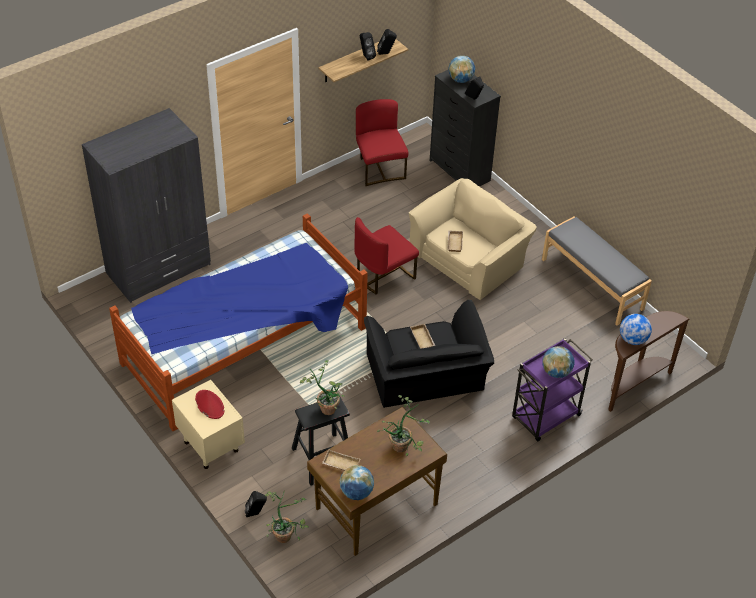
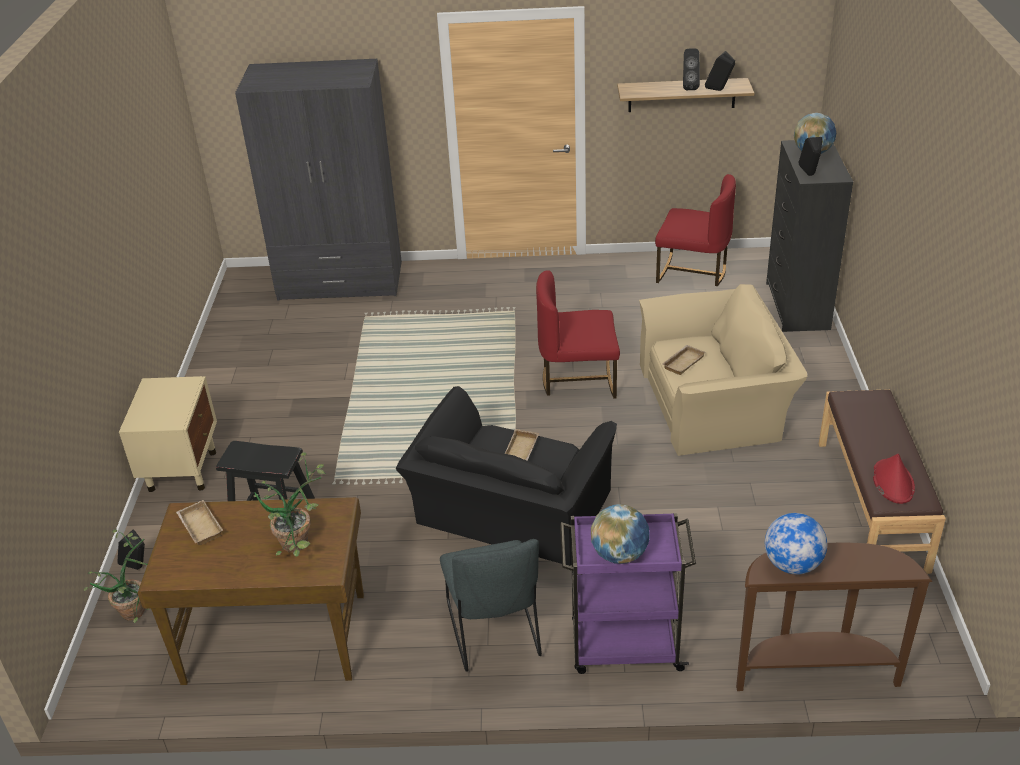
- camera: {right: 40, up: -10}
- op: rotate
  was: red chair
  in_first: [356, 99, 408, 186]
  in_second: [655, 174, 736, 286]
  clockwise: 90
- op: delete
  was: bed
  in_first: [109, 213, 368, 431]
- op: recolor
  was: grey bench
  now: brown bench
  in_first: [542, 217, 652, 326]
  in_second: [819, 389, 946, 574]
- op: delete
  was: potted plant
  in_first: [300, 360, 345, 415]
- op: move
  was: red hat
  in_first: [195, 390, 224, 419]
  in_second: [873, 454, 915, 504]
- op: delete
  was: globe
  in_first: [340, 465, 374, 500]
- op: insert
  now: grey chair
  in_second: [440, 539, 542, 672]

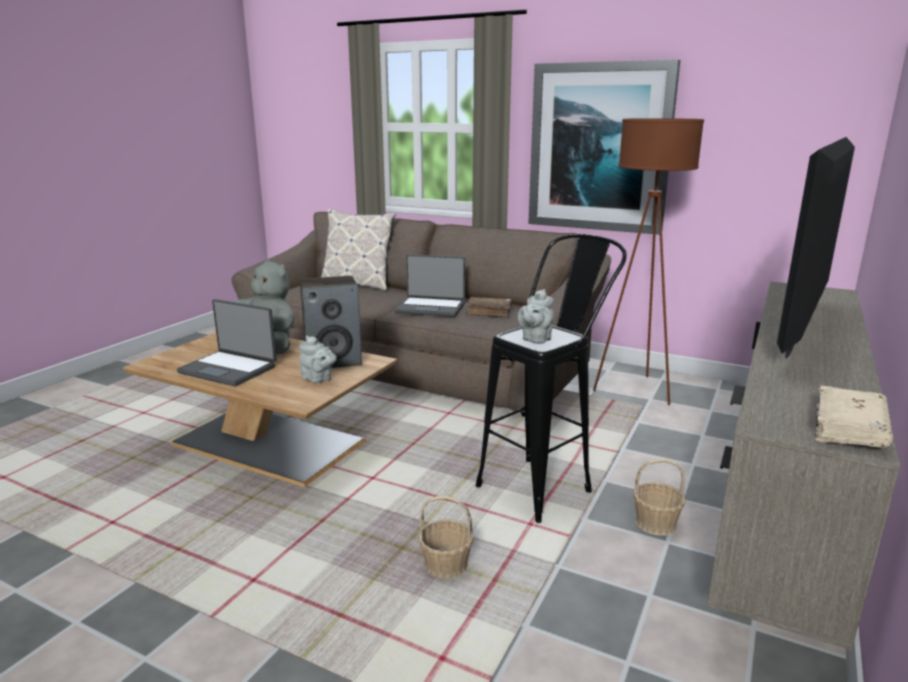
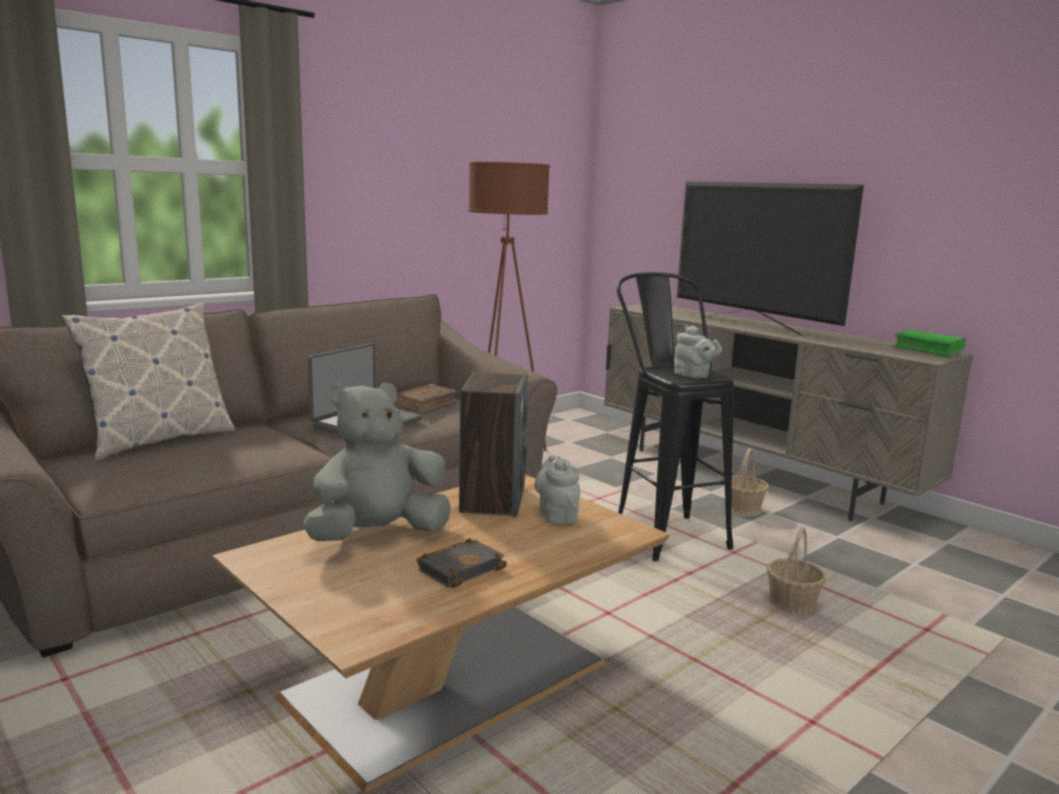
- camera: {right: -70, up: -5}
- op: delete
  was: picture
  in_first: [528, 59, 680, 235]
- op: replace
  was: laptop
  now: black book
  in_first: [177, 299, 277, 386]
  in_second: [417, 538, 507, 588]
- op: rotate
  was: grey teapot
  in_first: [299, 336, 337, 383]
  in_second: [534, 455, 580, 524]
  clockwise: -75
- op: recolor
  was: beige book
  now: green book
  in_first: [815, 386, 893, 447]
  in_second: [892, 330, 966, 357]

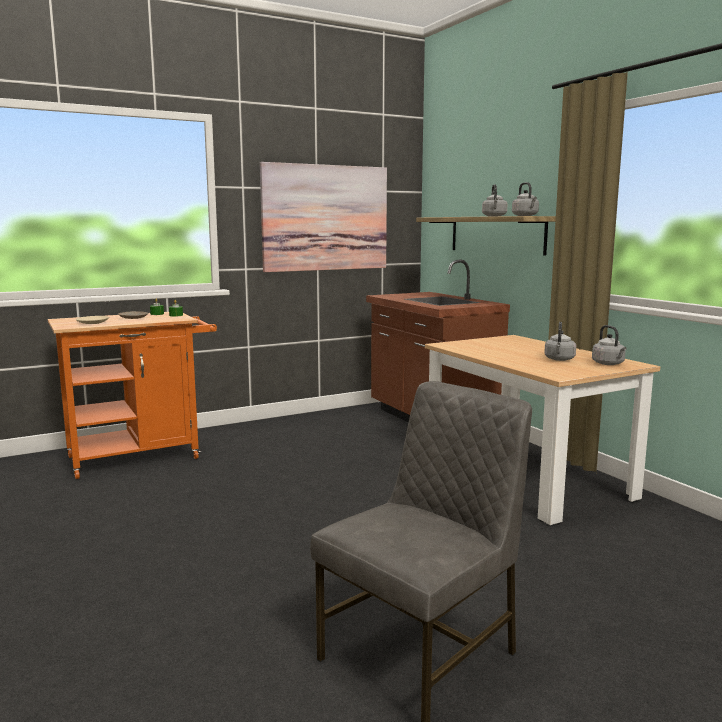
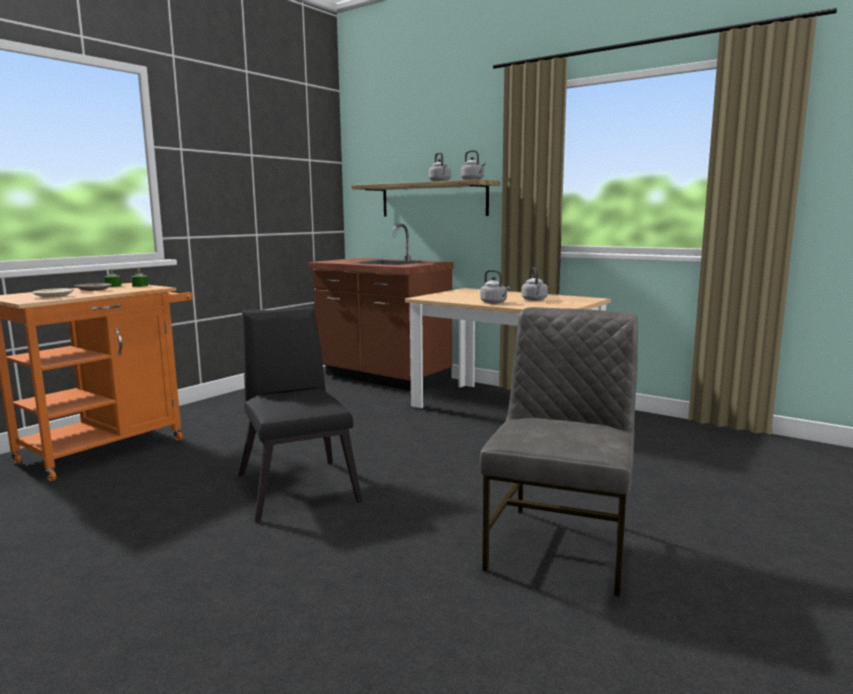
- camera: {right: -25, up: 0}
- op: delete
  was: picture
  in_first: [260, 162, 387, 272]
- op: move
  was: grey kettle
  in_first: [592, 325, 627, 365]
  in_second: [480, 270, 510, 304]
- op: insert
  now: black chair
  in_second: [239, 306, 363, 523]

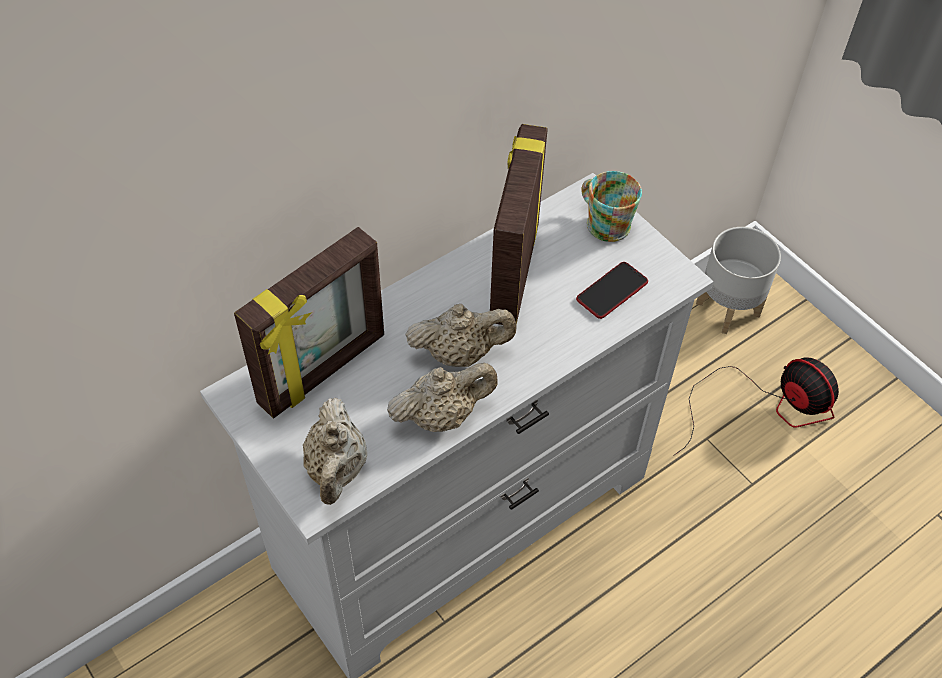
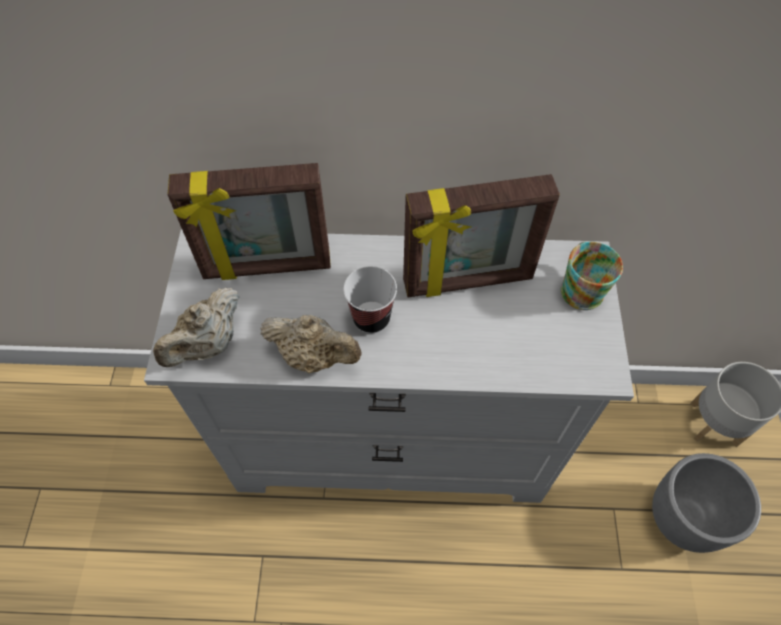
- camera: {right: 40, up: 5}
- op: rotate
  was: picture frame
  in_first: [490, 124, 548, 325]
  in_second: [403, 174, 560, 297]
  clockwise: -150
- op: delete
  was: phone
  in_first: [576, 262, 648, 319]
- op: replace
  was: beige teapot
  now: cup
  in_first: [405, 304, 517, 367]
  in_second: [343, 266, 397, 333]
- op: replace
  was: fan
  now: grey planter
  in_first: [673, 358, 839, 456]
  in_second: [652, 453, 761, 553]

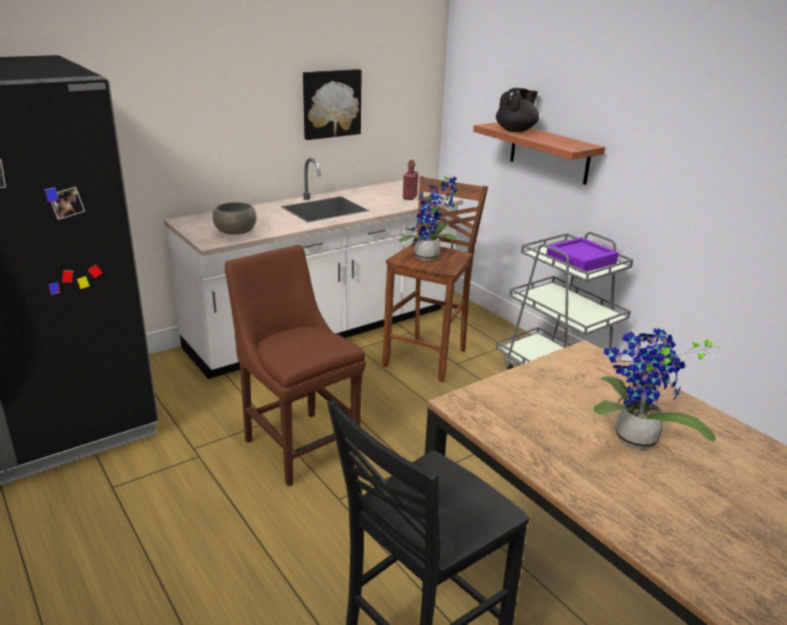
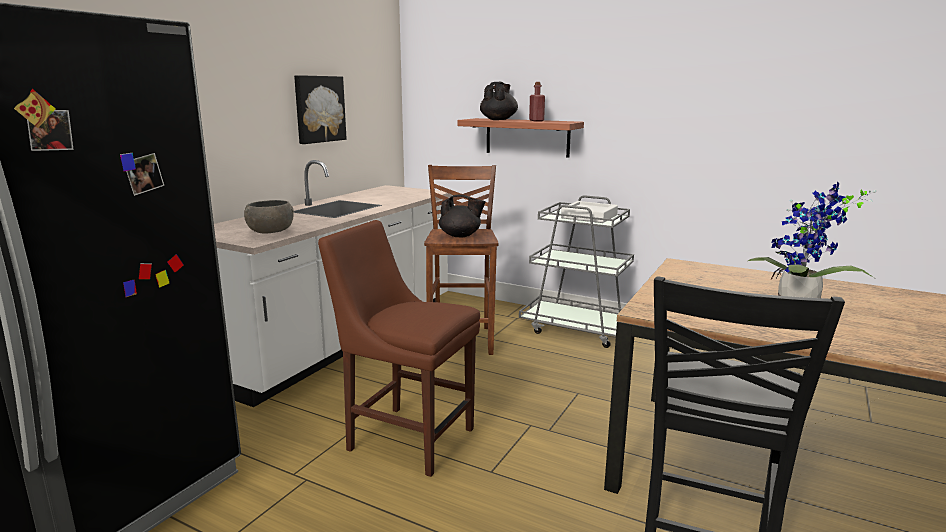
- camera: {right: -25, up: -10}
- op: move
  was: red bottle
  in_first: [403, 160, 418, 200]
  in_second: [529, 82, 545, 121]
- op: replace
  was: potted plant
  now: black teapot
  in_first: [399, 174, 458, 261]
  in_second: [439, 194, 486, 237]
- op: recolor
  was: purple tray
  now: white tray
  in_first: [546, 237, 619, 273]
  in_second: [561, 201, 618, 223]

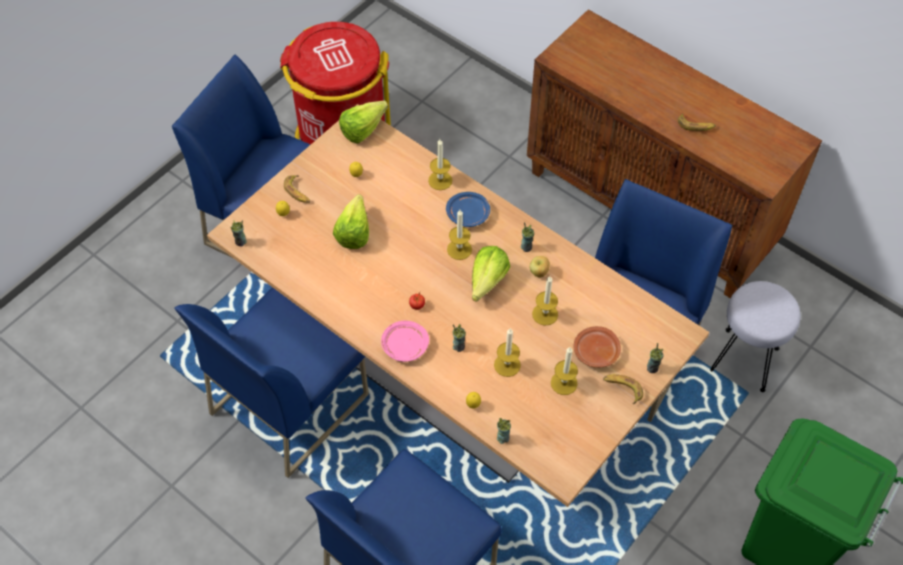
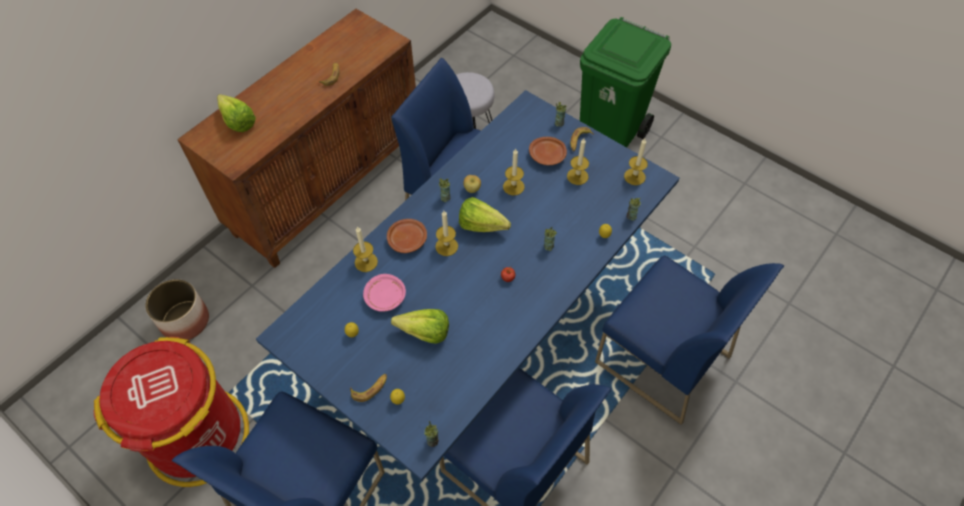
- camera: {right: -90, up: 0}
- op: move
  was: lettuce
  in_first: [339, 101, 388, 143]
  in_second: [217, 94, 256, 132]
- op: recolor
  was: beige dining table
  now: blue dining table
  in_first: [207, 104, 709, 507]
  in_second: [256, 90, 679, 481]
- op: recolor
  was: blue plate
  now: brown plate
  in_first: [446, 192, 490, 227]
  in_second: [387, 219, 427, 253]
- op: move
  was: pink plate
  in_first: [381, 321, 429, 362]
  in_second: [363, 274, 406, 312]
- op: move
  was: candle
  in_first: [494, 328, 521, 377]
  in_second: [624, 138, 648, 185]
- op: insert
  now: planter
  in_second: [145, 279, 209, 340]

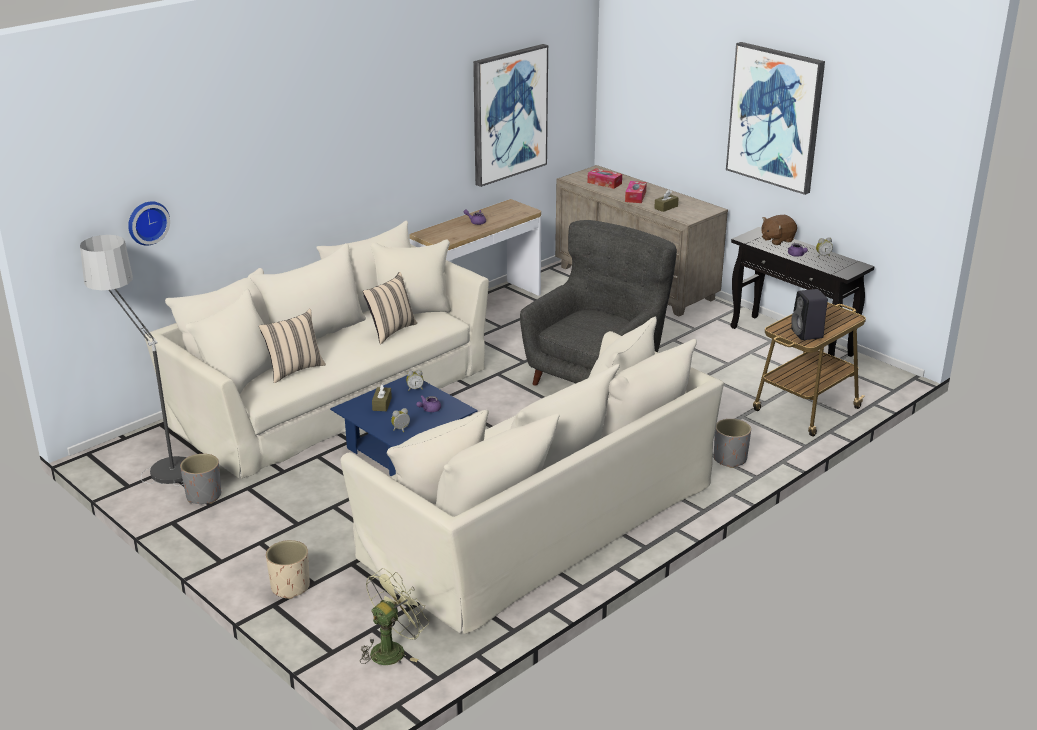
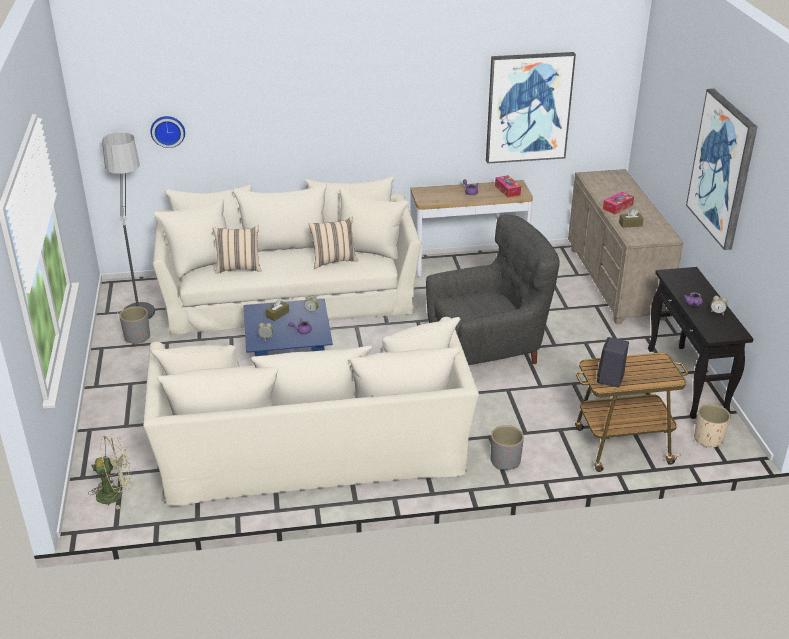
- camera: {right: 35, up: 5}
- op: move
  was: tissue box
  in_first: [587, 168, 622, 189]
  in_second: [495, 175, 521, 198]
- op: delete
  was: brown plush toy
  in_first: [762, 215, 797, 245]
- op: move
  was: beige planter
  in_first: [266, 540, 310, 599]
  in_second: [694, 404, 731, 448]

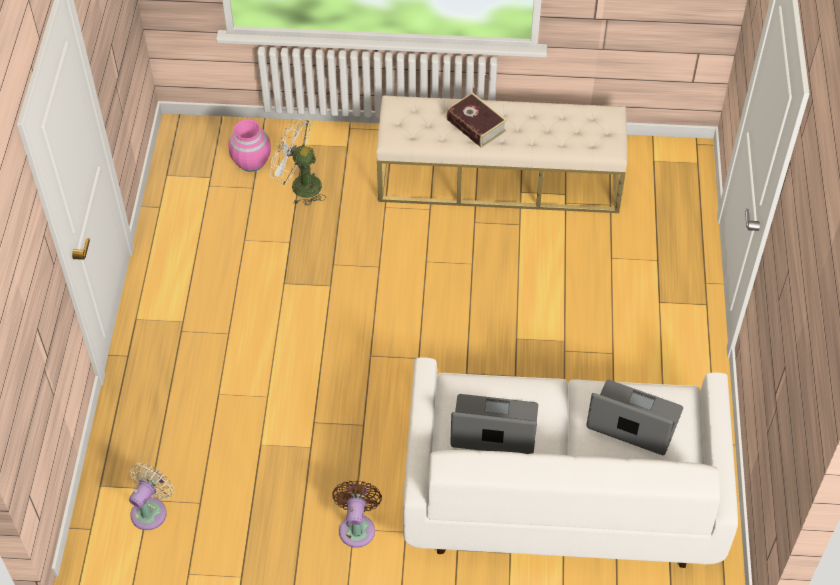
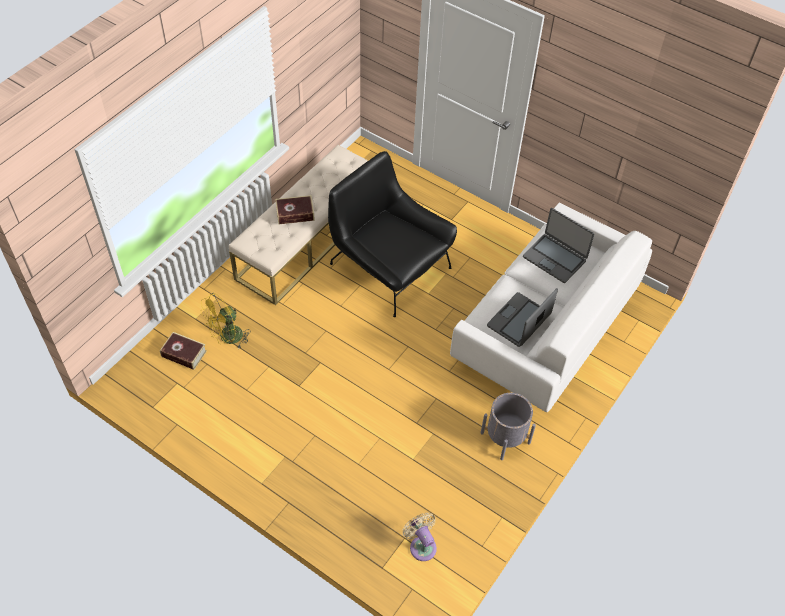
- camera: {right: -60, up: 0}
- op: recolor
  was: white fan
  now: yellow fan
  in_first: [270, 118, 326, 206]
  in_second: [201, 293, 250, 348]
- op: replace
  was: pink vase
  now: book
  in_first: [228, 119, 271, 172]
  in_second: [160, 332, 207, 370]
- op: rotate
  was: laptop
  in_first: [586, 380, 683, 455]
  in_second: [523, 208, 595, 283]
  clockwise: -105
- op: replace
  was: brown fan
  now: grey planter
  in_first: [332, 480, 382, 548]
  in_second: [481, 393, 536, 460]
- op: insert
  now: black armchair
  in_second: [328, 151, 457, 317]

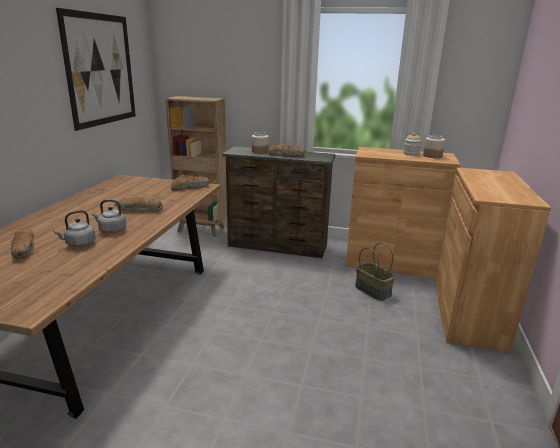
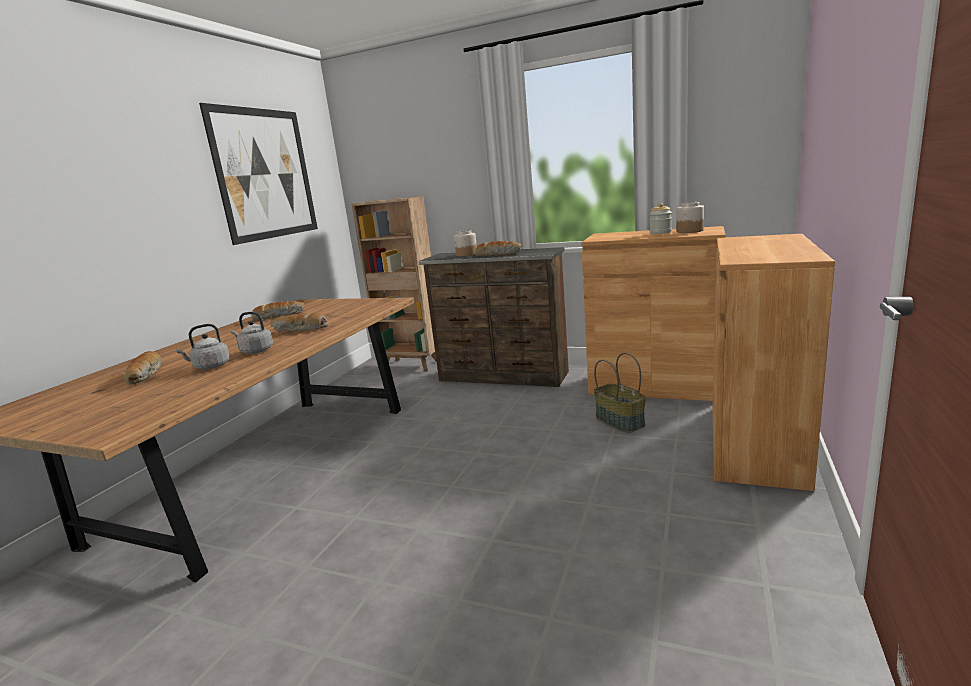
- camera: {right: 10, up: -5}
- op: move
  was: bread
  in_first: [171, 176, 209, 191]
  in_second: [251, 301, 304, 321]

